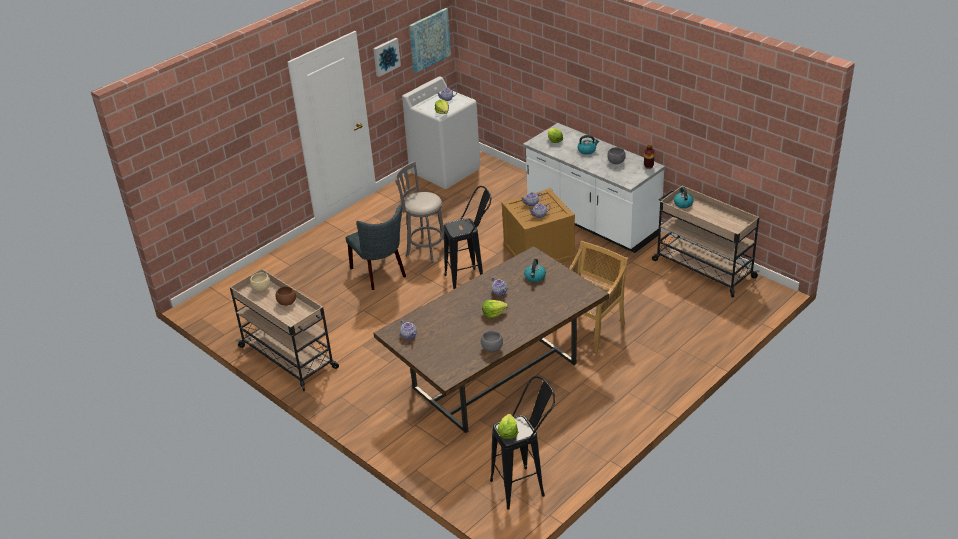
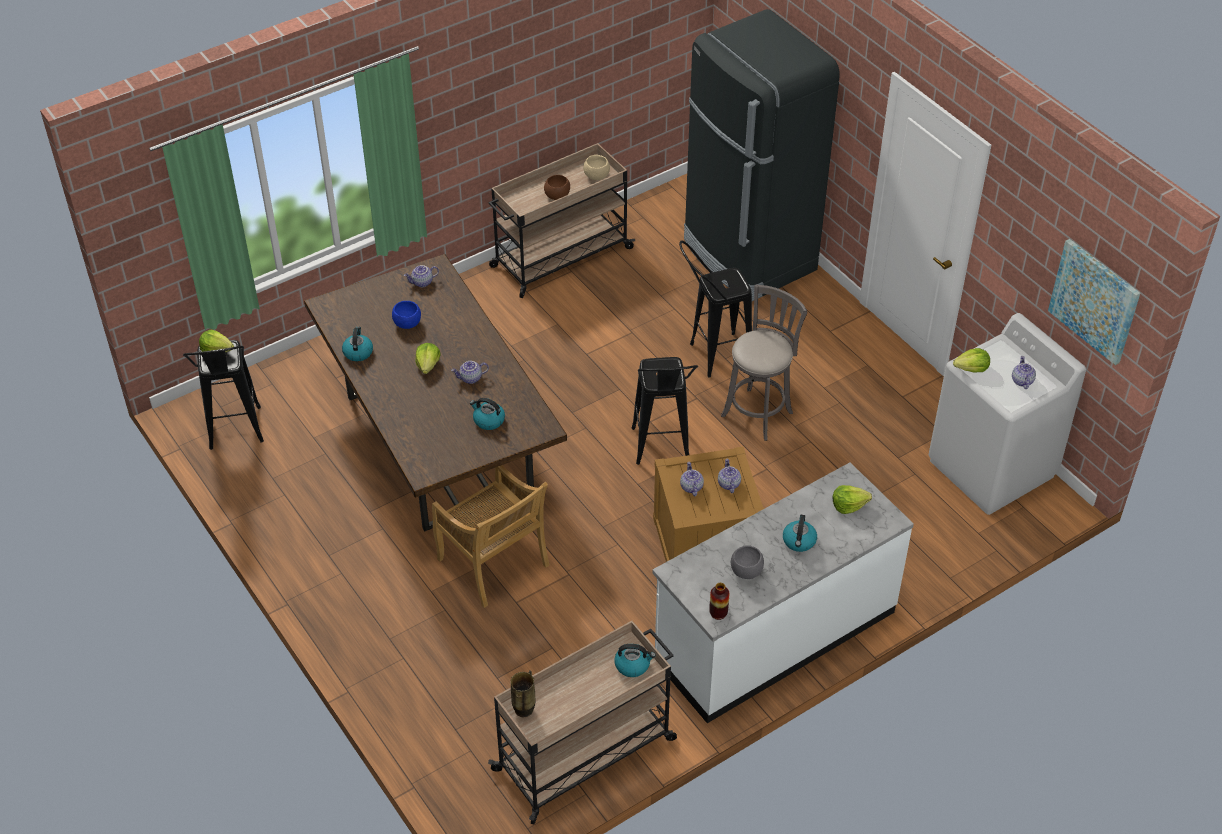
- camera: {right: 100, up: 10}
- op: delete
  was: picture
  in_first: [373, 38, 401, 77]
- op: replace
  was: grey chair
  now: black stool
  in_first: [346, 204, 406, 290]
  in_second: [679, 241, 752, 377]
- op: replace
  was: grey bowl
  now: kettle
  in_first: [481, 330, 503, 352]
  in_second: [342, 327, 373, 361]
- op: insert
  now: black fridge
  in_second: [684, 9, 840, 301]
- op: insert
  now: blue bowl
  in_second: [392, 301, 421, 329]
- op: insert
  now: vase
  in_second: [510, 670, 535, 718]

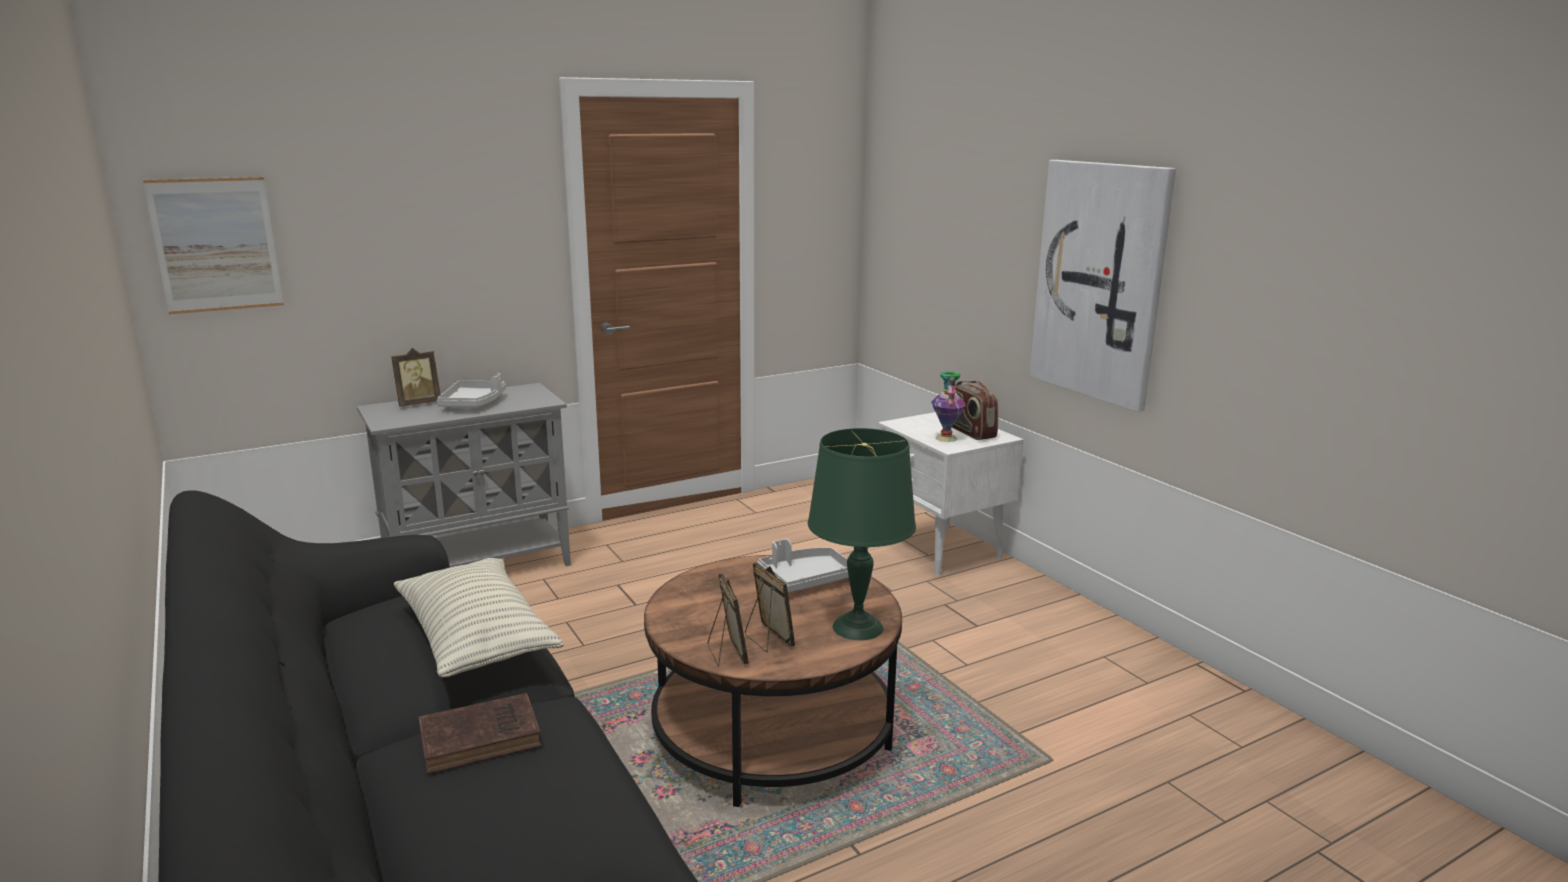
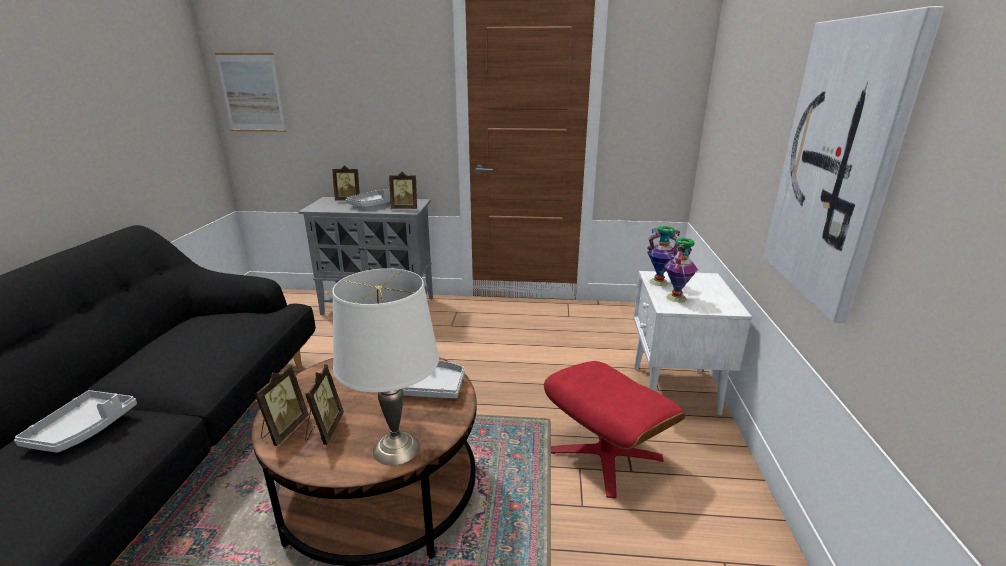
- camera: {right: 35, up: 5}
- op: delete
  was: radio
  in_first: [952, 381, 998, 440]
- op: recolor
  was: green table lamp
  now: white table lamp
  in_first: [808, 428, 916, 640]
  in_second: [332, 268, 439, 465]
- op: delete
  was: pillow
  in_first: [394, 558, 564, 678]
- op: replace
  was: brown book
  now: grey tray
  in_first: [418, 693, 542, 774]
  in_second: [14, 390, 137, 453]
- op: insert
  now: picture frame
  in_second: [389, 172, 417, 209]
- op: insert
  now: vase
  in_second: [647, 226, 680, 286]
- op: insert
  now: red ottoman
  in_second: [544, 361, 686, 498]

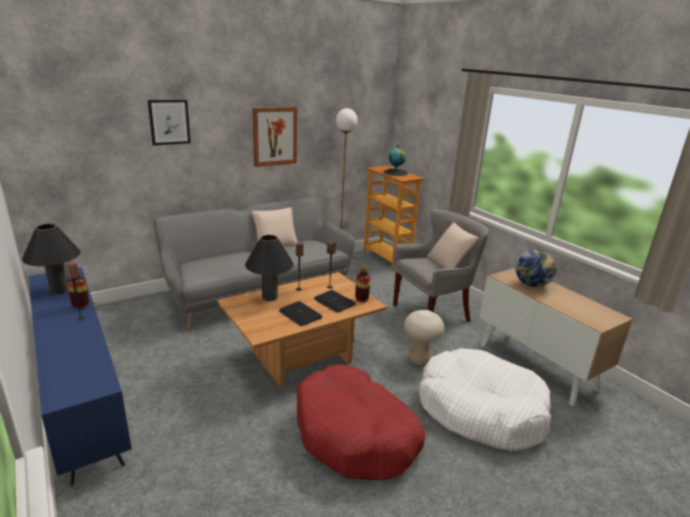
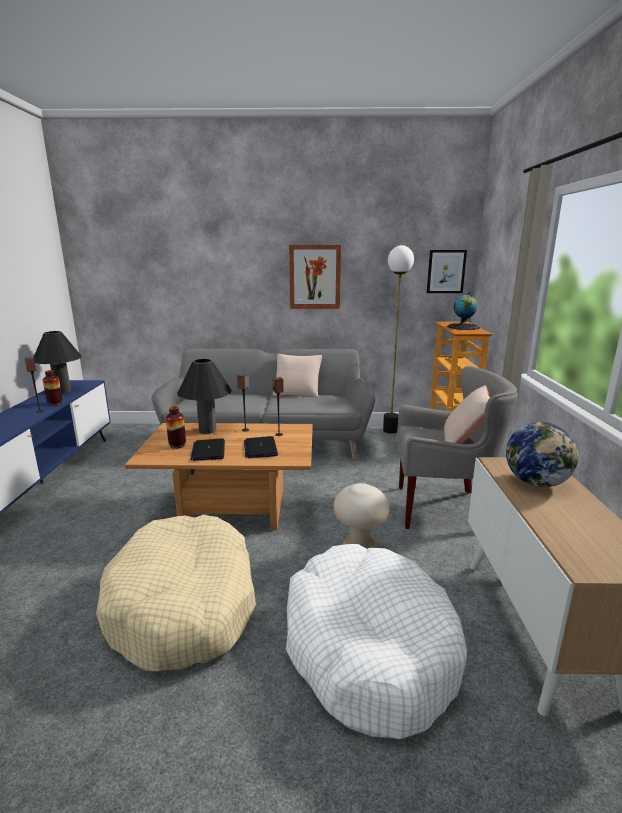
- camera: {right: 35, up: -5}
- op: move
  was: picture
  in_first: [148, 100, 191, 145]
  in_second: [427, 250, 467, 293]
- op: move
  was: vase
  in_first: [355, 268, 371, 302]
  in_second: [166, 406, 186, 449]
- op: recolor
  was: red dog bed
  now: beige dog bed
  in_first: [297, 364, 425, 480]
  in_second: [96, 515, 256, 671]

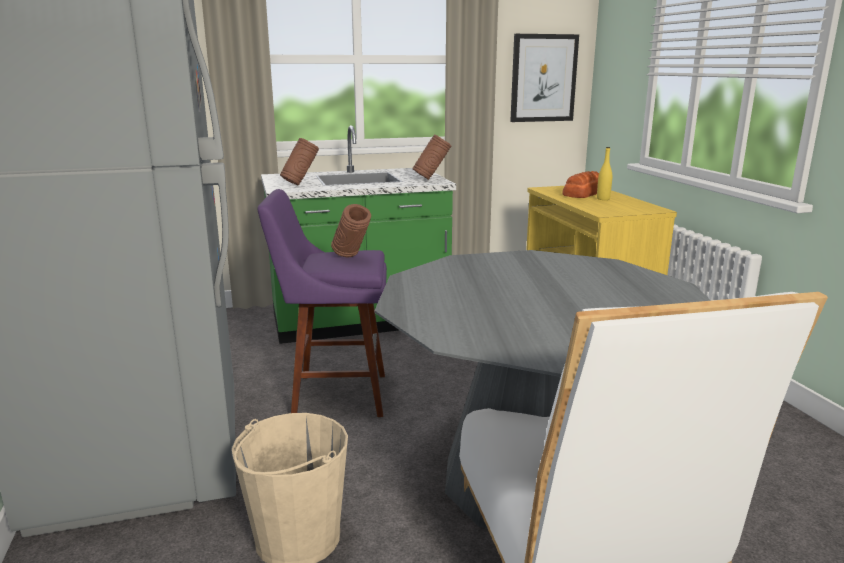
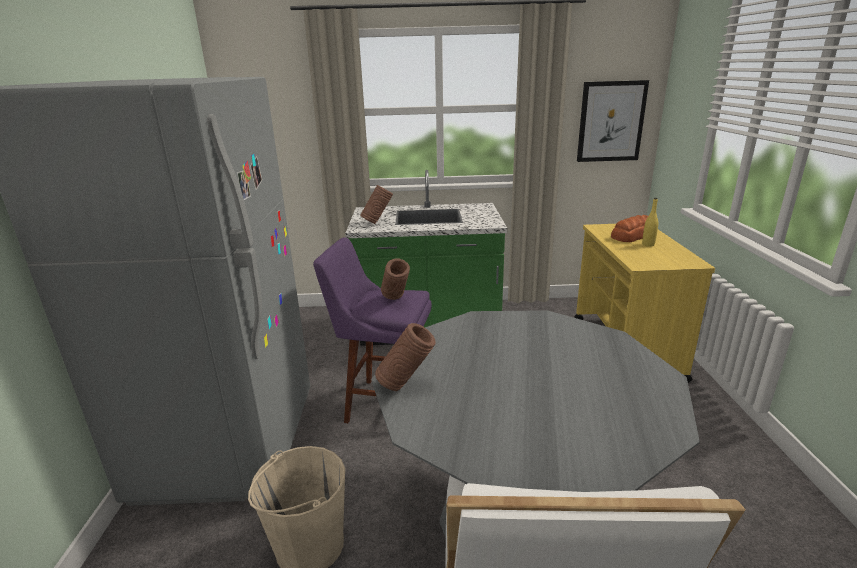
- camera: {right: 15, up: 5}
- op: move
  was: brown vase
  in_first: [412, 135, 451, 180]
  in_second: [375, 323, 436, 391]

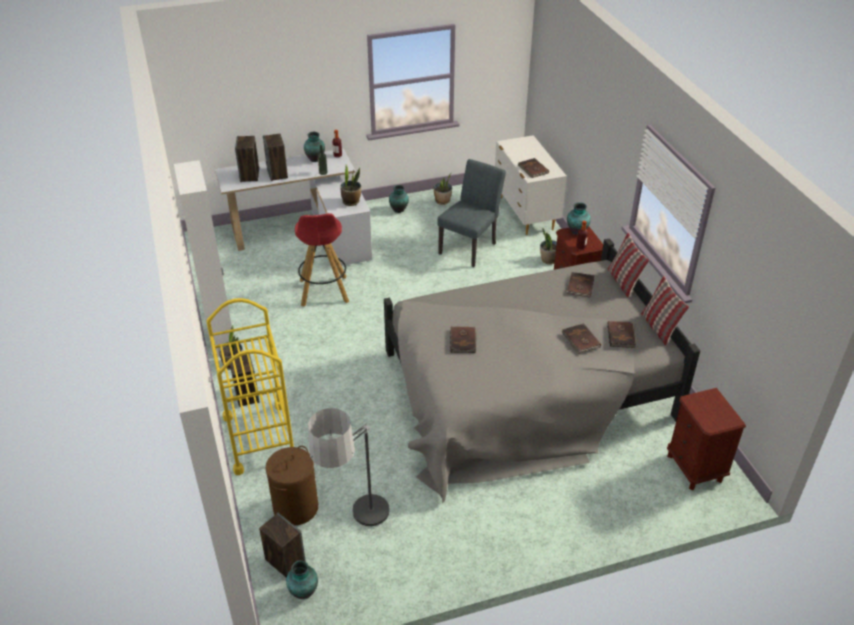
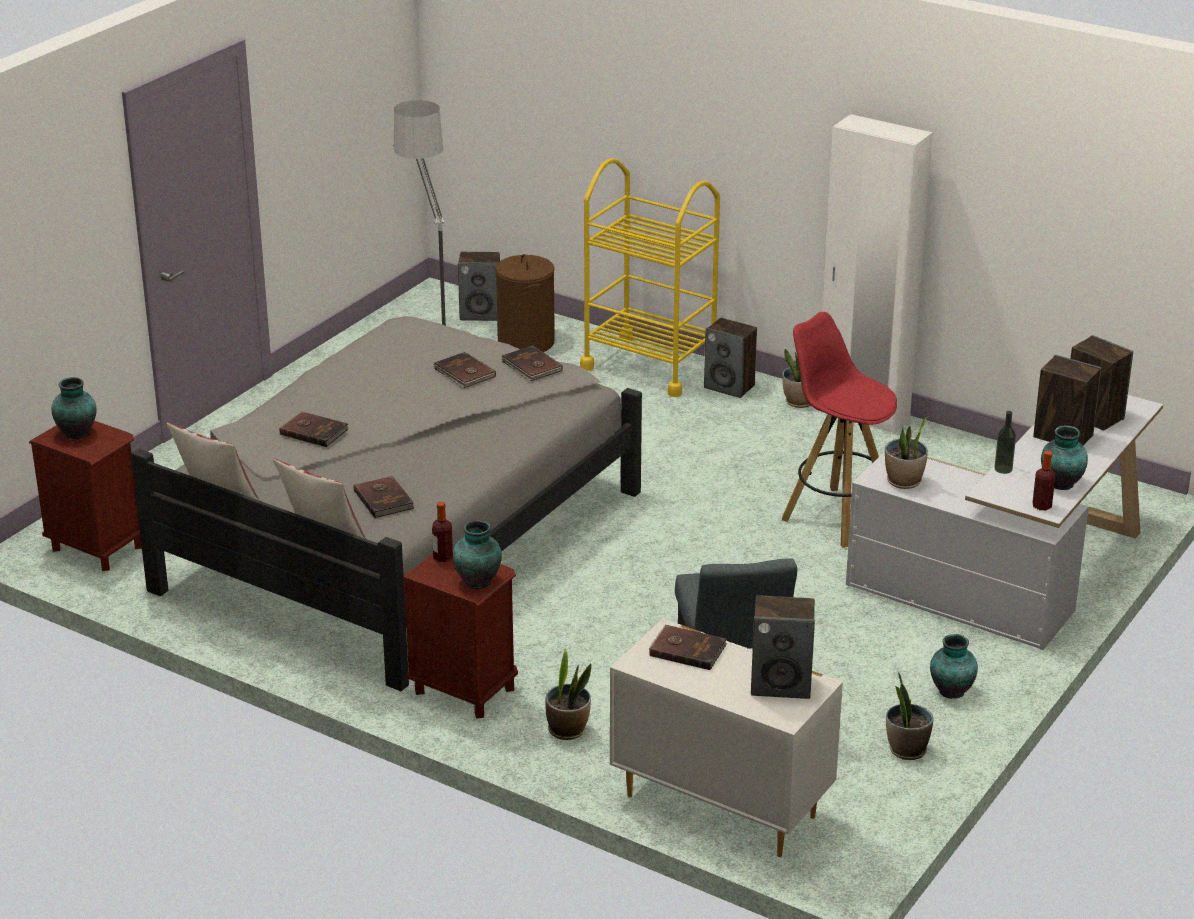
- camera: {right: 140, up: -10}
- op: move
  was: brown book
  in_first: [608, 321, 636, 348]
  in_second: [501, 345, 563, 381]
- op: move
  was: vase
  in_first: [286, 560, 318, 599]
  in_second: [51, 377, 96, 439]
- op: insert
  now: speaker
  in_second: [751, 595, 815, 699]

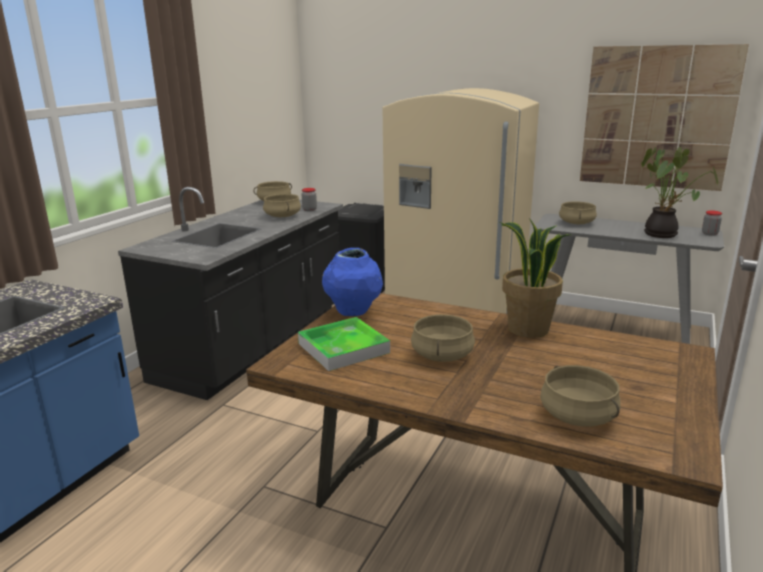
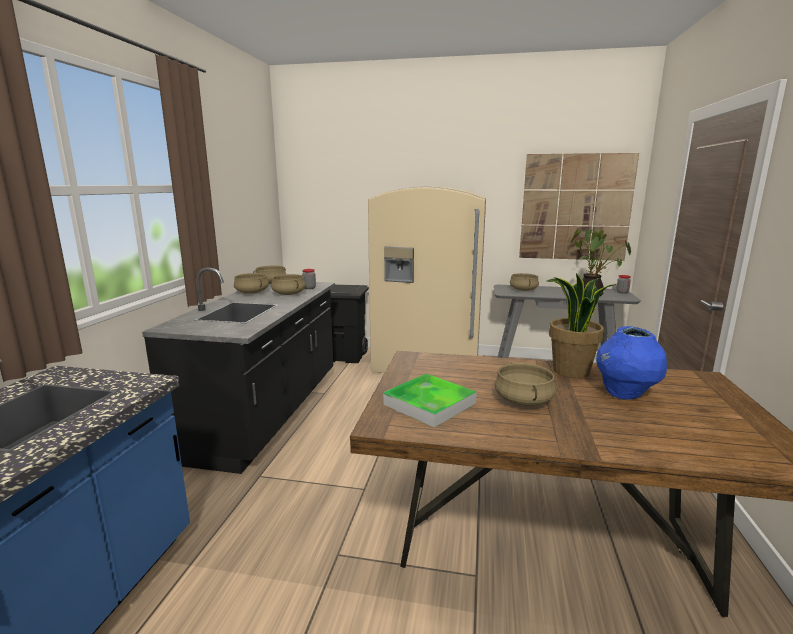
- camera: {right: -15, up: -5}
- op: move
  was: blue vase
  in_first: [322, 248, 383, 316]
  in_second: [596, 326, 667, 400]
- op: move
  was: beige cooking pot
  in_first: [540, 365, 621, 427]
  in_second: [234, 273, 269, 294]

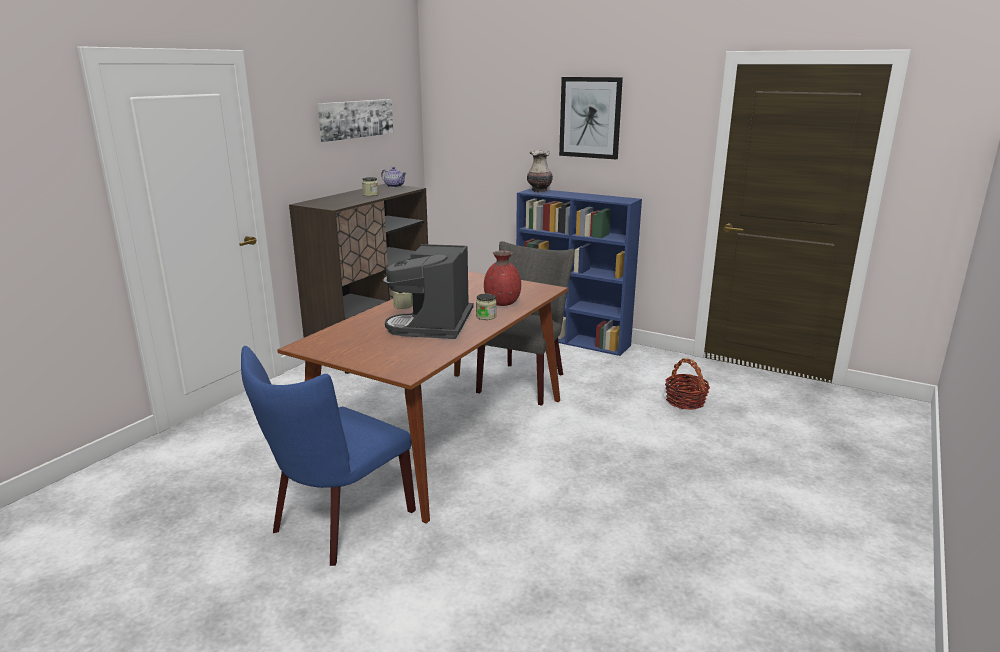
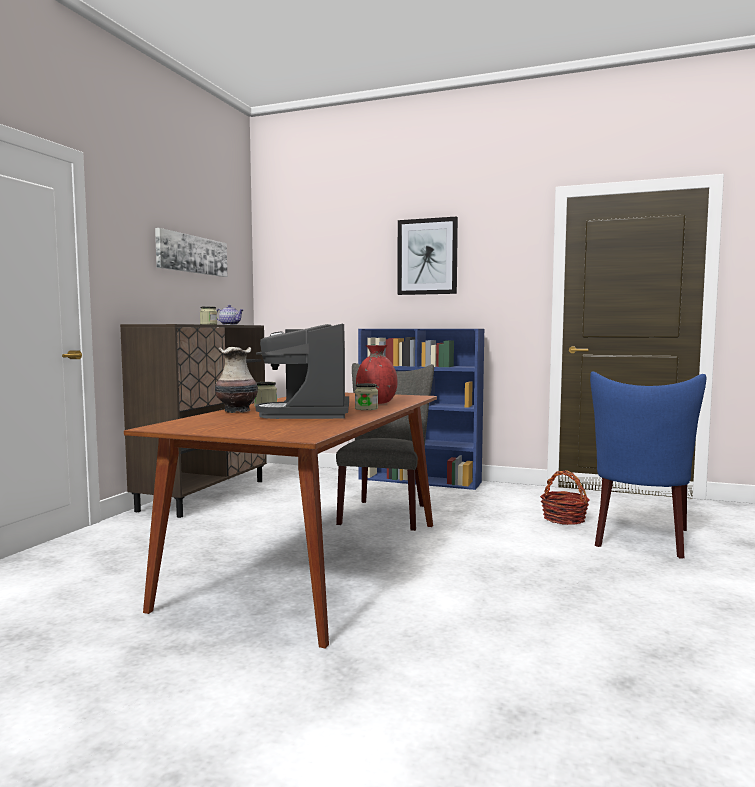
- camera: {right: -10, up: -15}
- op: move
  was: vase
  in_first: [527, 150, 553, 193]
  in_second: [215, 347, 258, 413]
- op: move
  was: blue chair
  in_first: [241, 346, 416, 566]
  in_second: [590, 371, 706, 559]

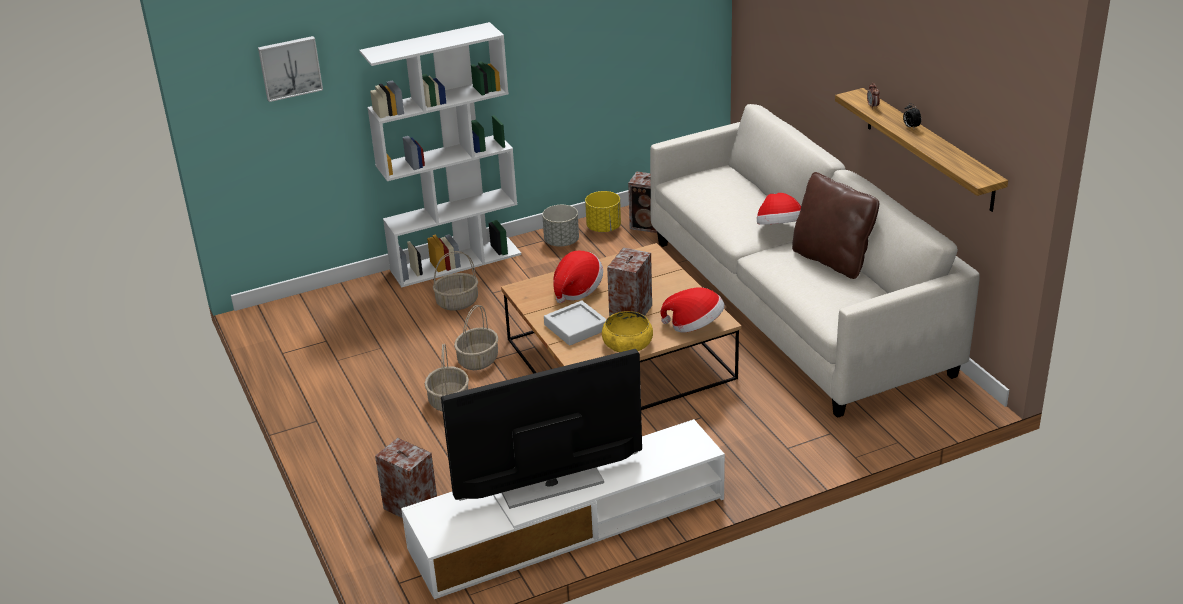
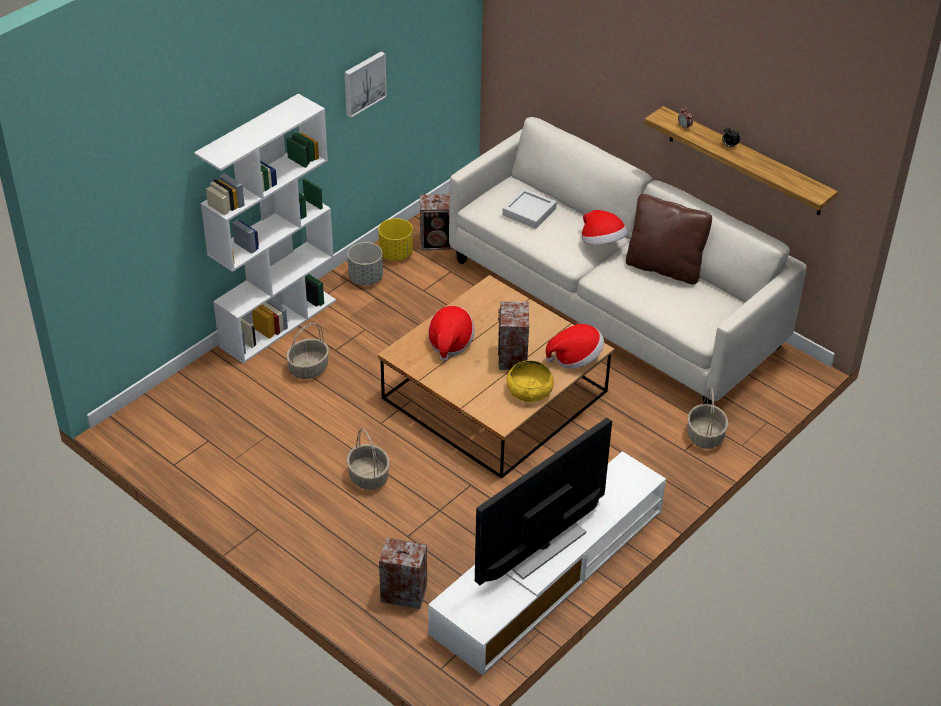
- camera: {right: -25, up: 10}
- op: move
  was: picture
  in_first: [258, 36, 323, 102]
  in_second: [344, 52, 387, 118]
- op: move
  was: grey tray
  in_first: [544, 300, 607, 346]
  in_second: [502, 188, 557, 229]
- op: move
  was: basket
  in_first: [454, 305, 498, 370]
  in_second: [687, 388, 728, 449]

